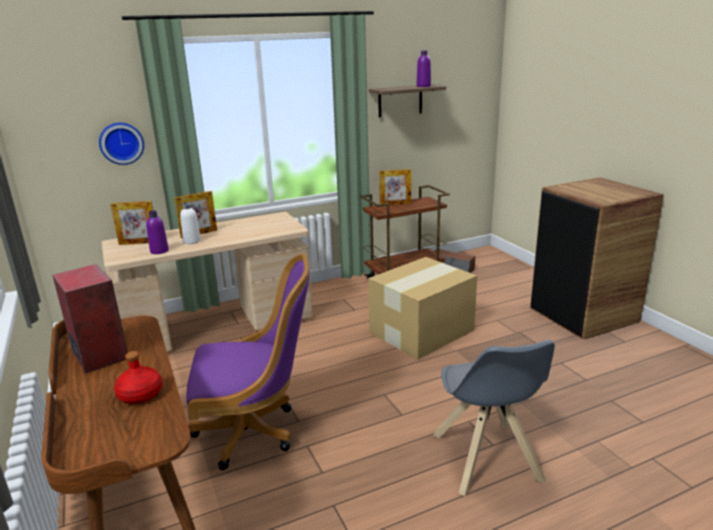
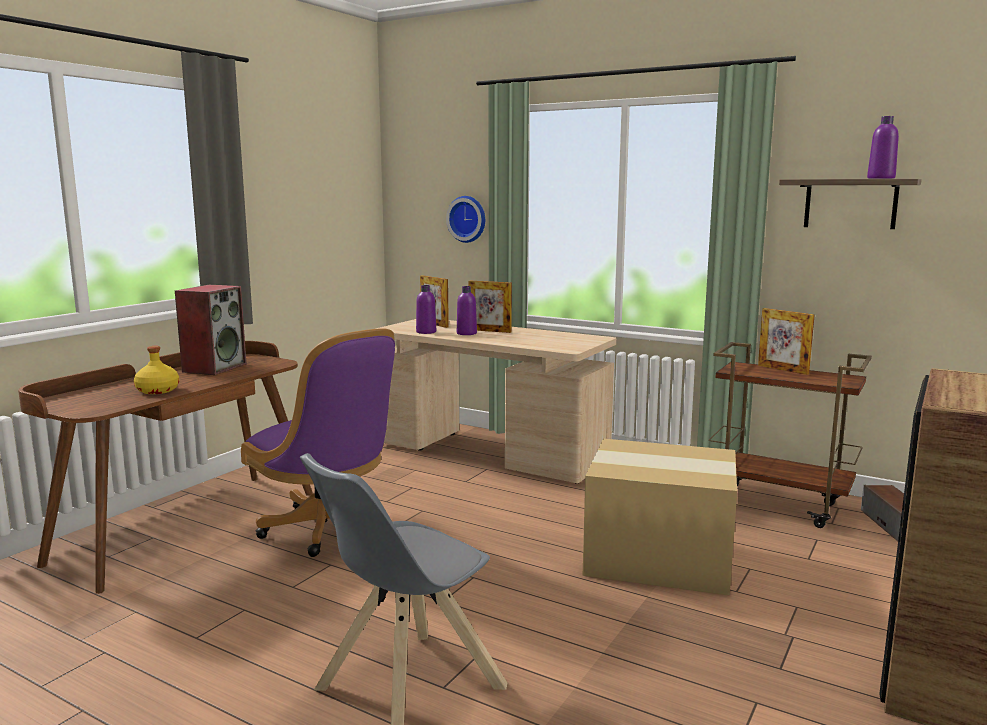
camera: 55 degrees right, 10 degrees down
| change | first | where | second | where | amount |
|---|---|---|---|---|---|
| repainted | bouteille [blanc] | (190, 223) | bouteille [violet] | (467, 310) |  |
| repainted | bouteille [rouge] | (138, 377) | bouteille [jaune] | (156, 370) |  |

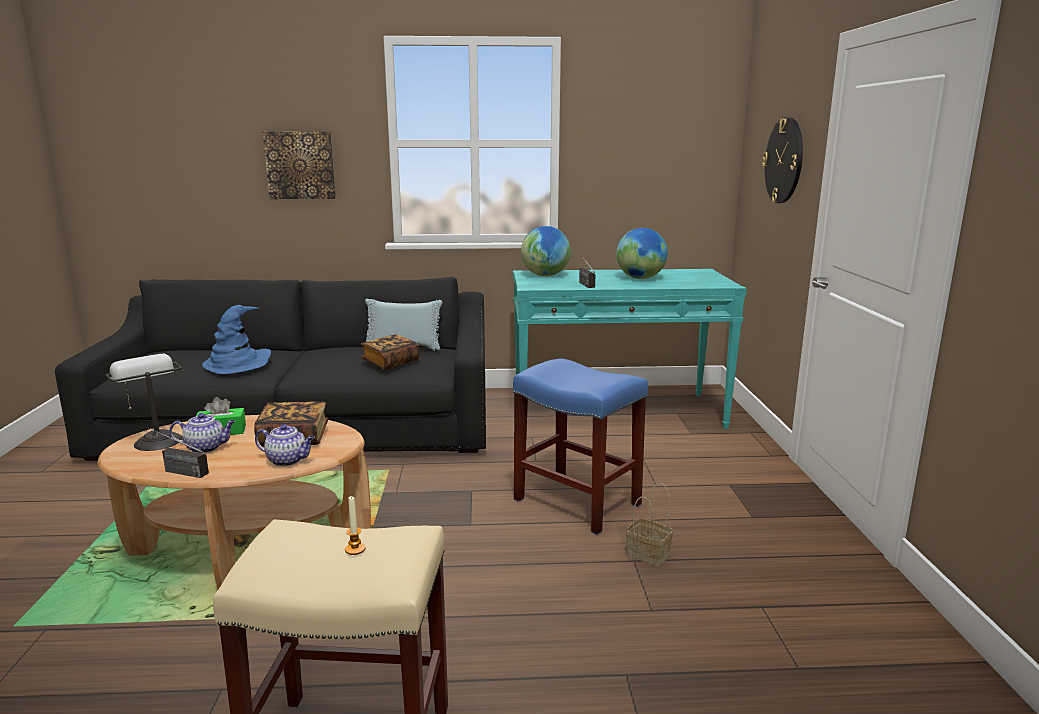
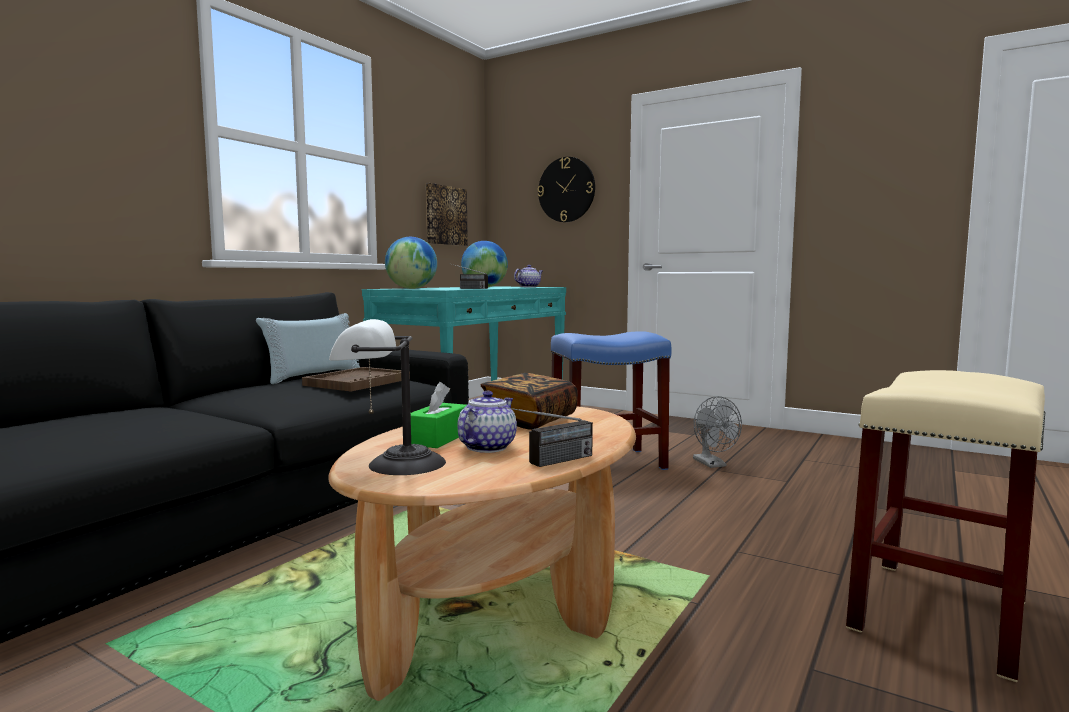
camera: 55 degrees left, 10 degrees down
| change | first | where | second | where | amount |
|---|---|---|---|---|---|
| shifted | tableau | (299, 165) |  | (447, 214) |  |
| gone | chapeau [bleu] | (236, 339) |  |  |  |
| swapped | livre | (390, 352) | plateau [marron] | (351, 379) |  |
| shifted | théière | (285, 445) |  | (528, 276) |  |
| swapped | panier | (649, 524) | ventilateur [gris] | (717, 432) |  |
| gone | bougie | (355, 525) |  |  |  |

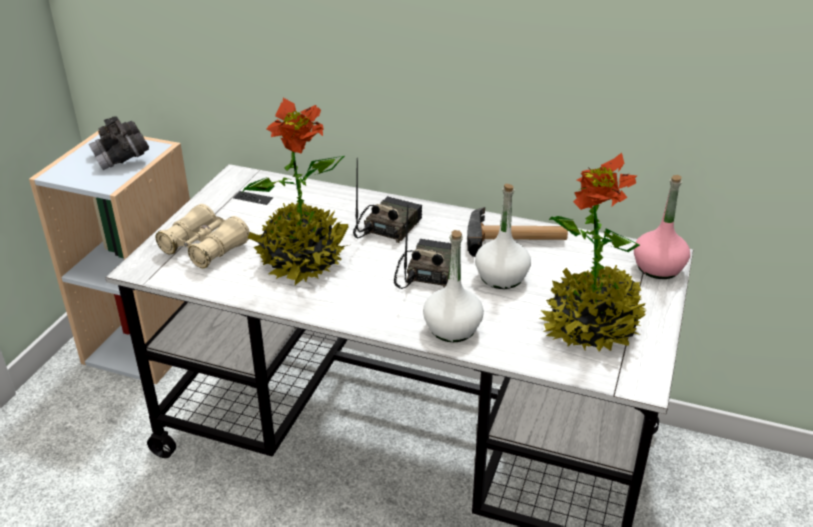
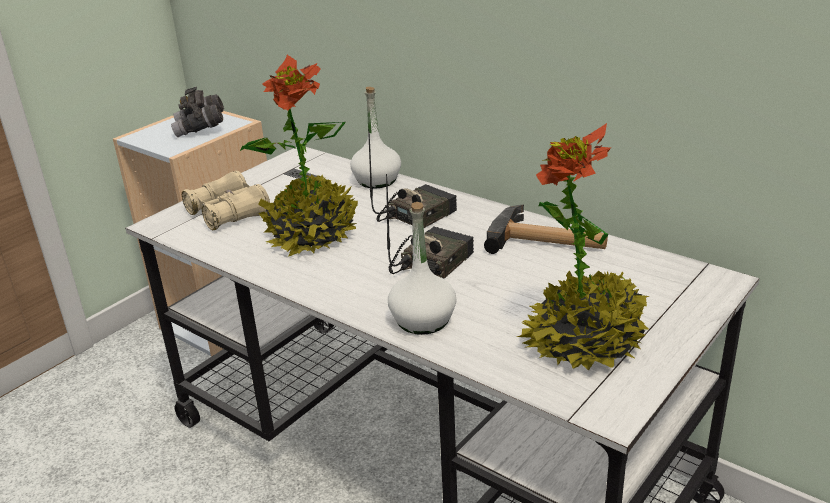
camera: 20 degrees right, 5 degrees down
| change | first | where | second | where | amount |
|---|---|---|---|---|---|
| gone | bouteille [rose] | (662, 227) |  |  |  |
| shifted | bouteille [blanc] | (503, 236) |  | (375, 137) |  |

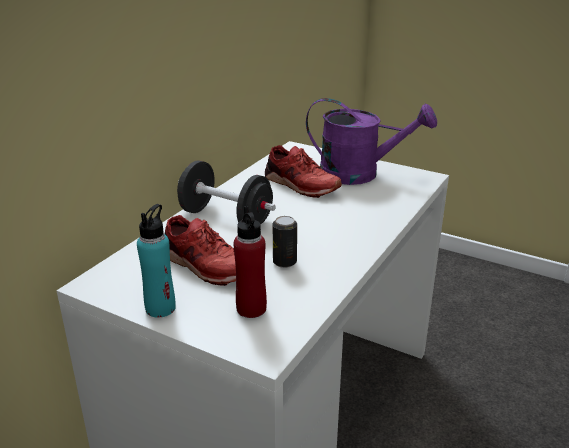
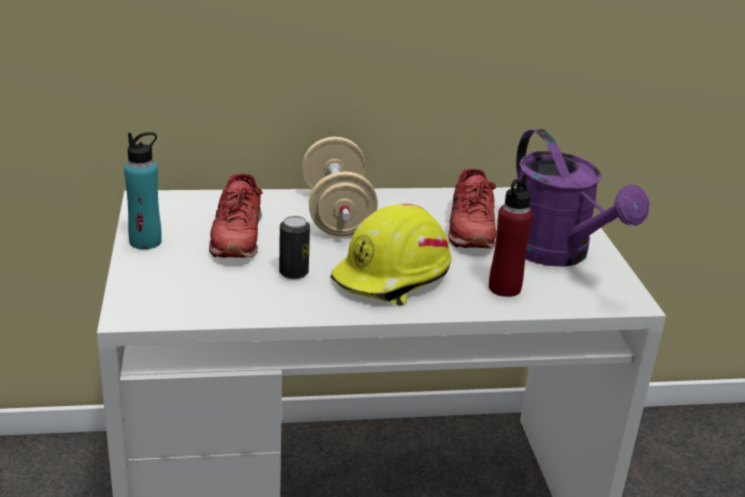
camera: 50 degrees right, 0 degrees up
| change | first | where | second | where | amount |
|---|---|---|---|---|---|
| repainted | haltère [noir] | (226, 192) | haltère [beige] | (340, 186) |  |
| shifted | bouteille [rouge] | (250, 262) |  | (511, 235) |  |
| new |  |  | casque de chantier [jaune] | (391, 254) |  |

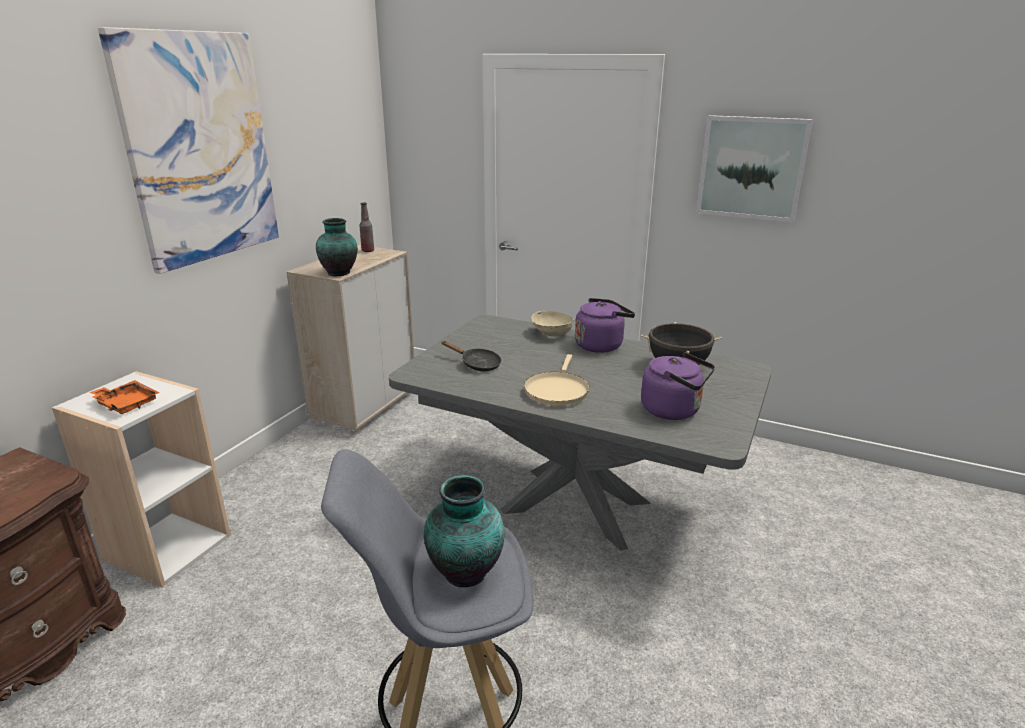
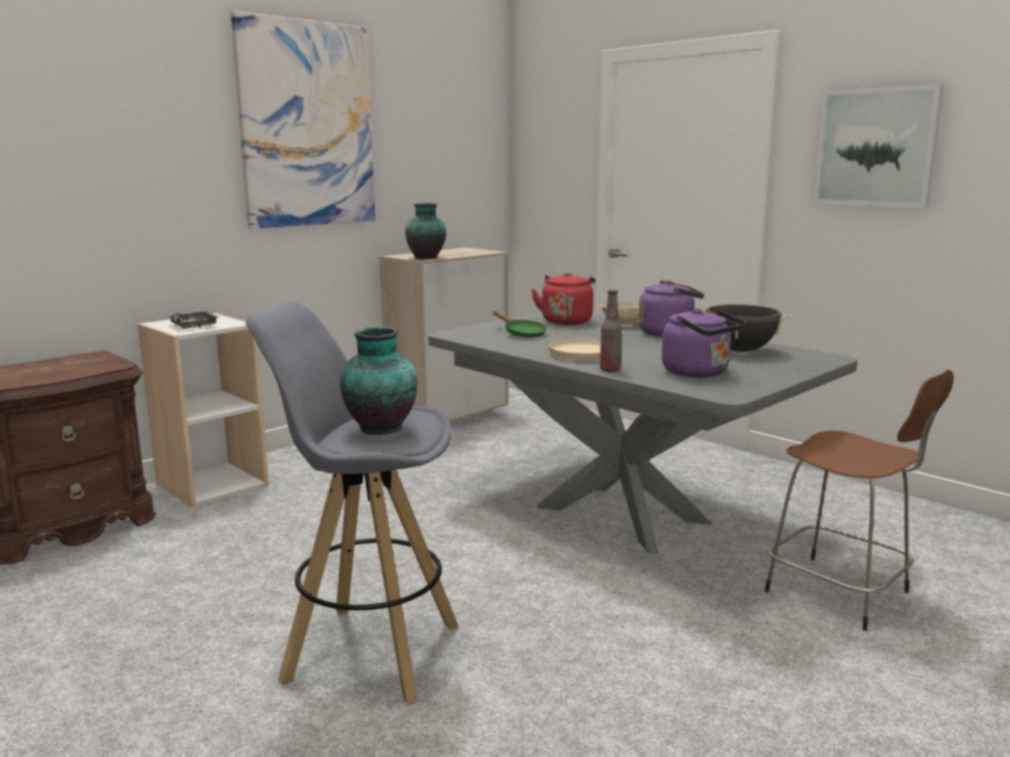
camera: 20 degrees right, 10 degrees down
| change | first | where | second | where | amount |
|---|---|---|---|---|---|
| shifted | bouteille | (366, 227) |  | (611, 331) |  |
| repainted | poêle [noir] | (471, 356) | poêle [vert] | (520, 324) |  |
| repainted | plateau [orange] | (125, 397) | plateau [gris] | (193, 320) |  |
| new |  |  | bouilloire [rouge] | (563, 298) |  |
| new |  |  | tabouret [marron] | (859, 500) |  |

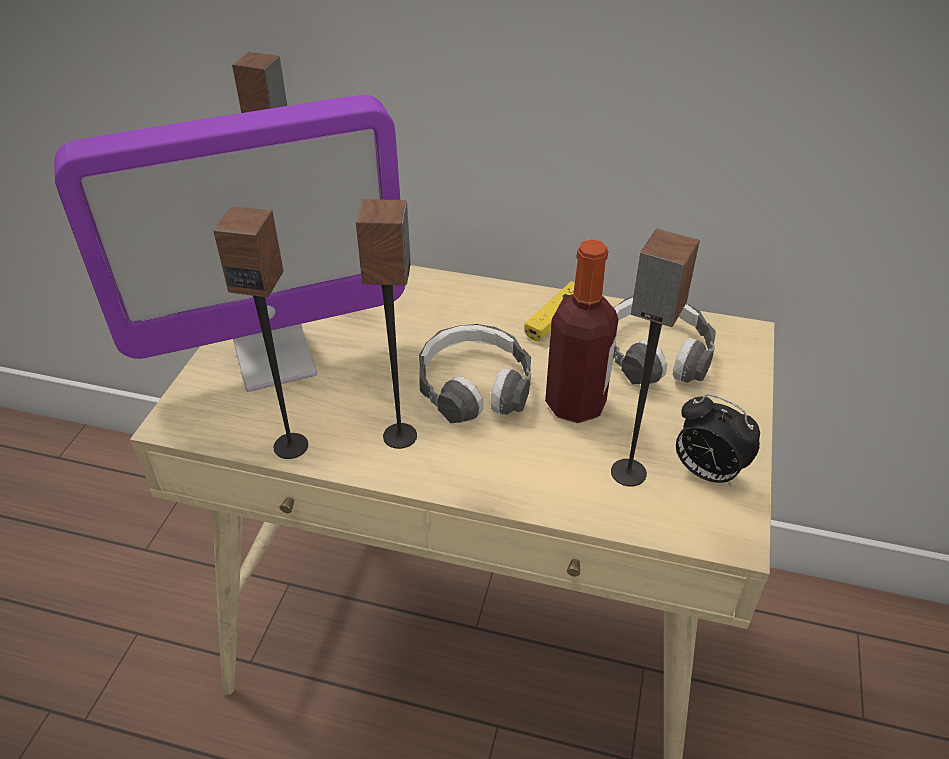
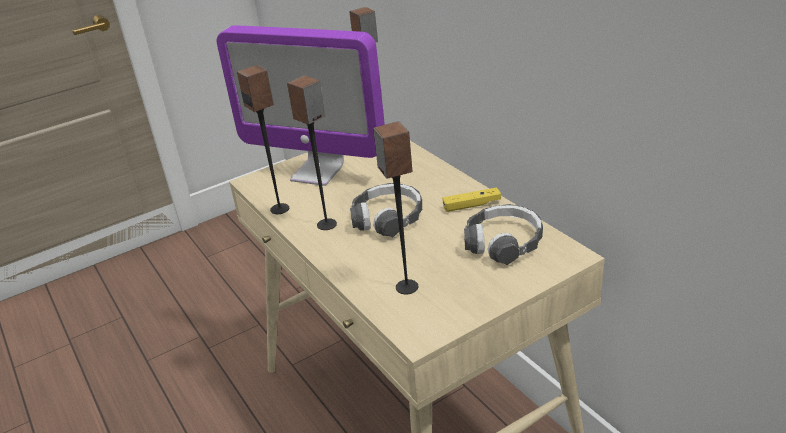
camera: 45 degrees right, 10 degrees down
| change | first | where | second | where | amount |
|---|---|---|---|---|---|
| gone | bouteille | (581, 331) |  |  |  |
| gone | réveil | (718, 440) |  |  |  |

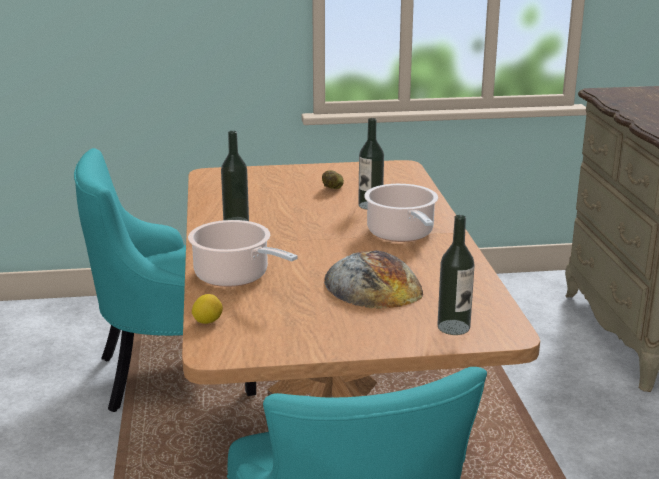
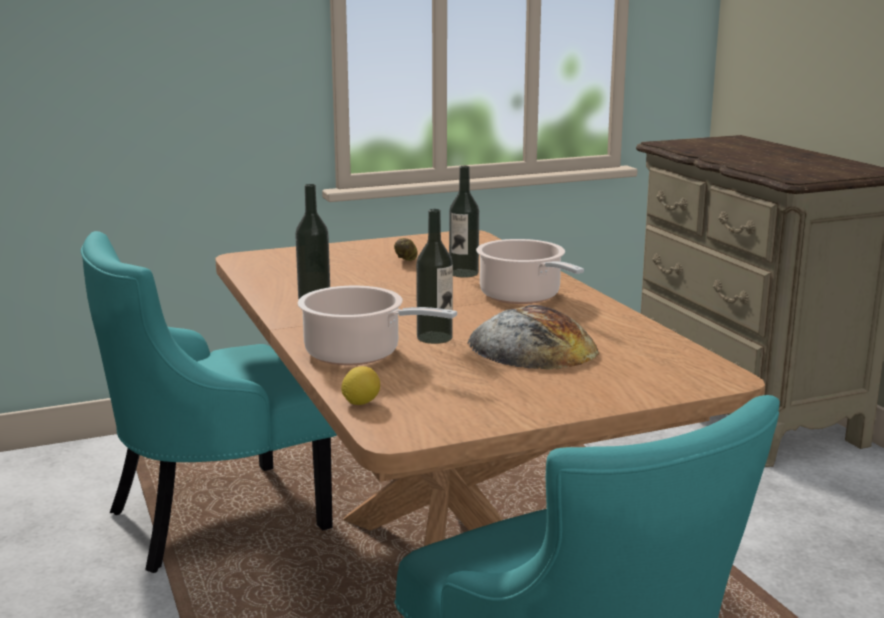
camera: 15 degrees left, 5 degrees down
| change | first | where | second | where | amount |
|---|---|---|---|---|---|
| shifted | bouteille | (456, 275) |  | (434, 276) |  |

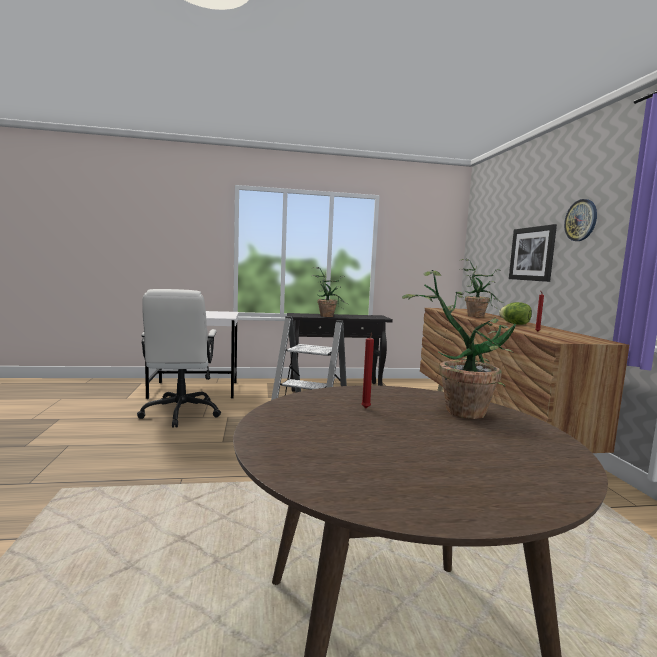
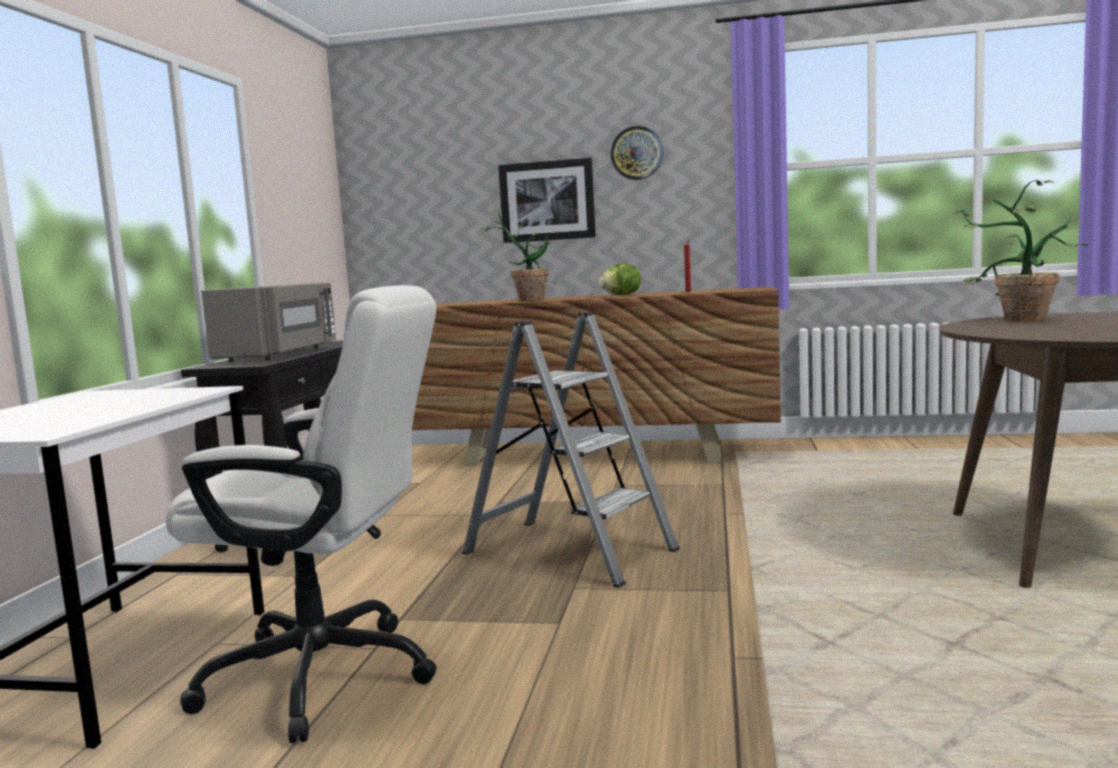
camera: 70 degrees left, 0 degrees up
| change | first | where | second | where | amount |
|---|---|---|---|---|---|
| swapped | plante en pot | (329, 292) | micro-ondes [gris] | (269, 322) |  |
| gone | bougie [rouge] | (367, 370) |  |  |  |

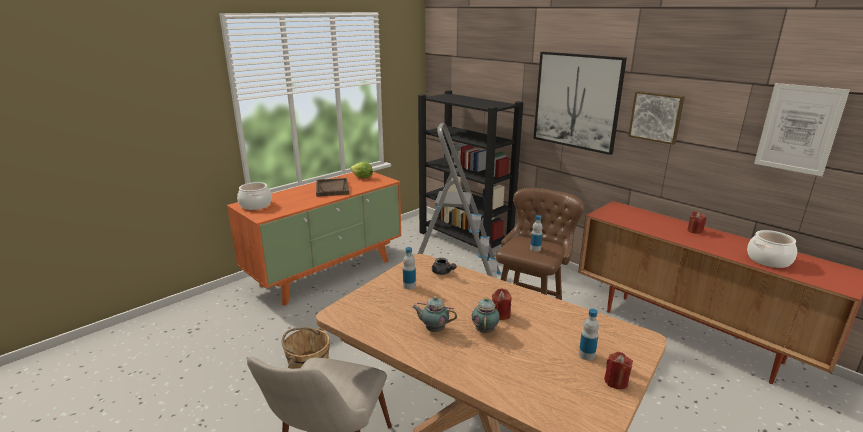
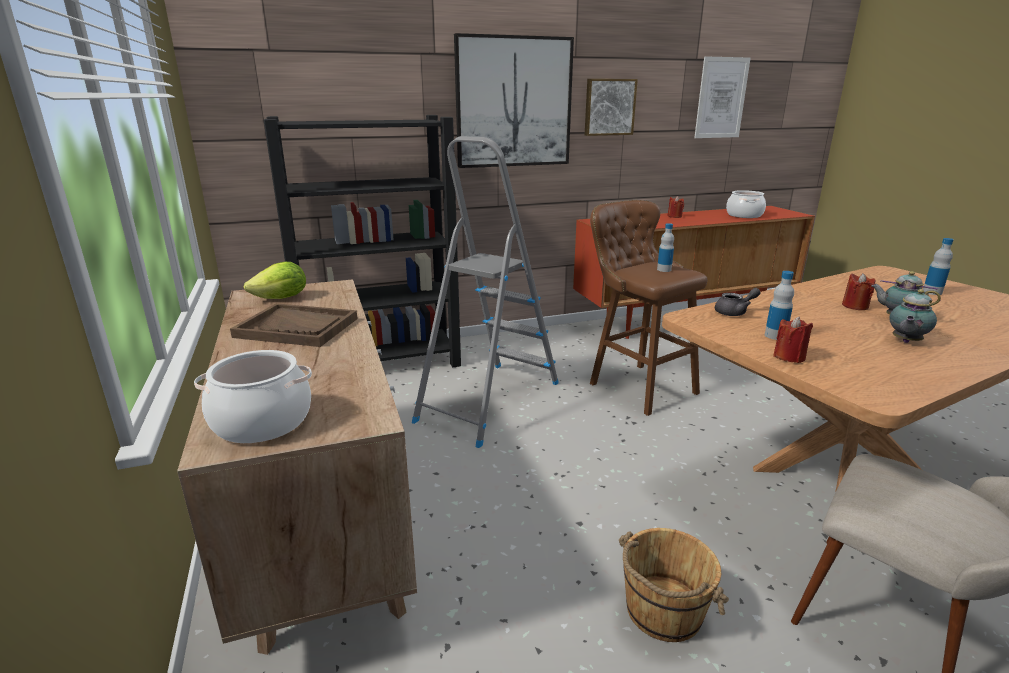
camera: 65 degrees left, 0 degrees up
| change | first | where | second | where | amount |
|---|---|---|---|---|---|
| repainted | commode [orange] | (314, 238) | commode [vert] | (297, 467) |  |
| shifted | bougie [rouge] | (618, 370) |  | (793, 339) |  |

